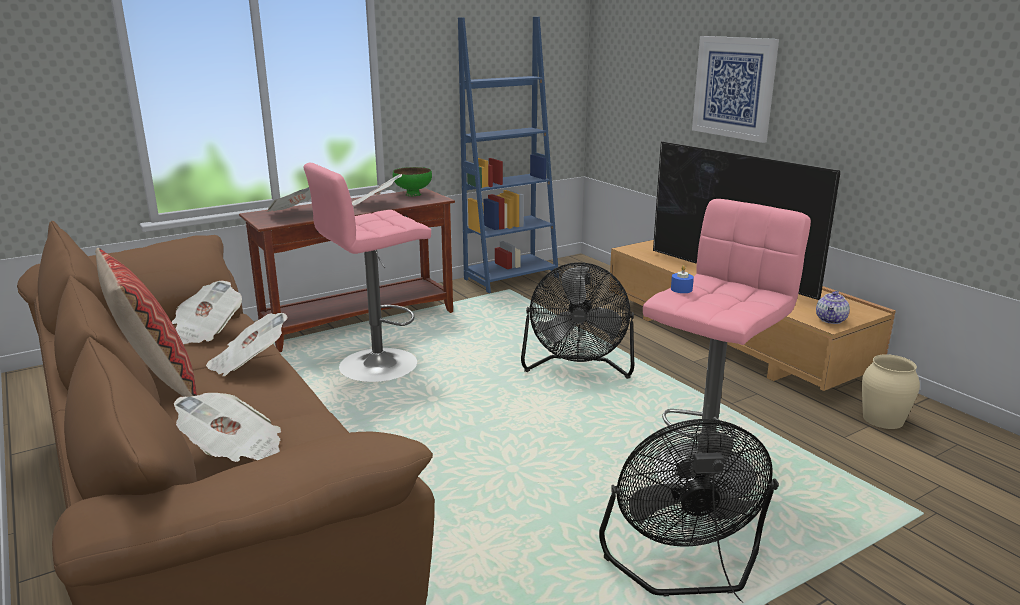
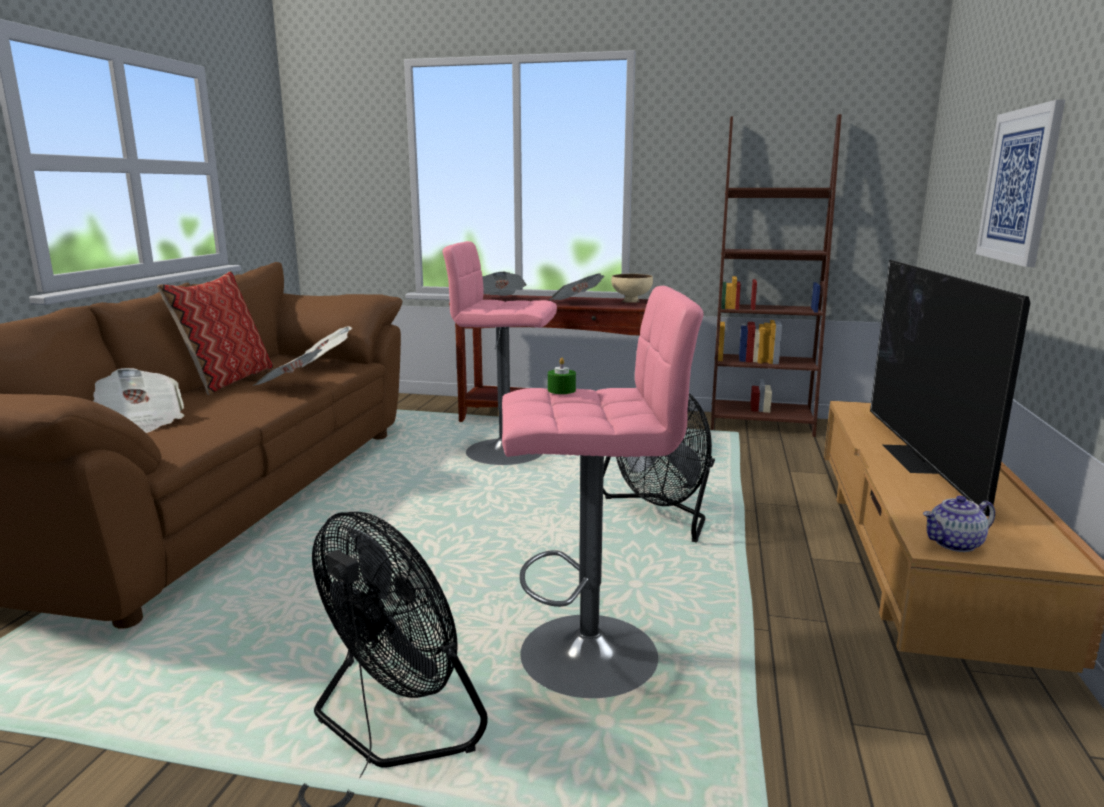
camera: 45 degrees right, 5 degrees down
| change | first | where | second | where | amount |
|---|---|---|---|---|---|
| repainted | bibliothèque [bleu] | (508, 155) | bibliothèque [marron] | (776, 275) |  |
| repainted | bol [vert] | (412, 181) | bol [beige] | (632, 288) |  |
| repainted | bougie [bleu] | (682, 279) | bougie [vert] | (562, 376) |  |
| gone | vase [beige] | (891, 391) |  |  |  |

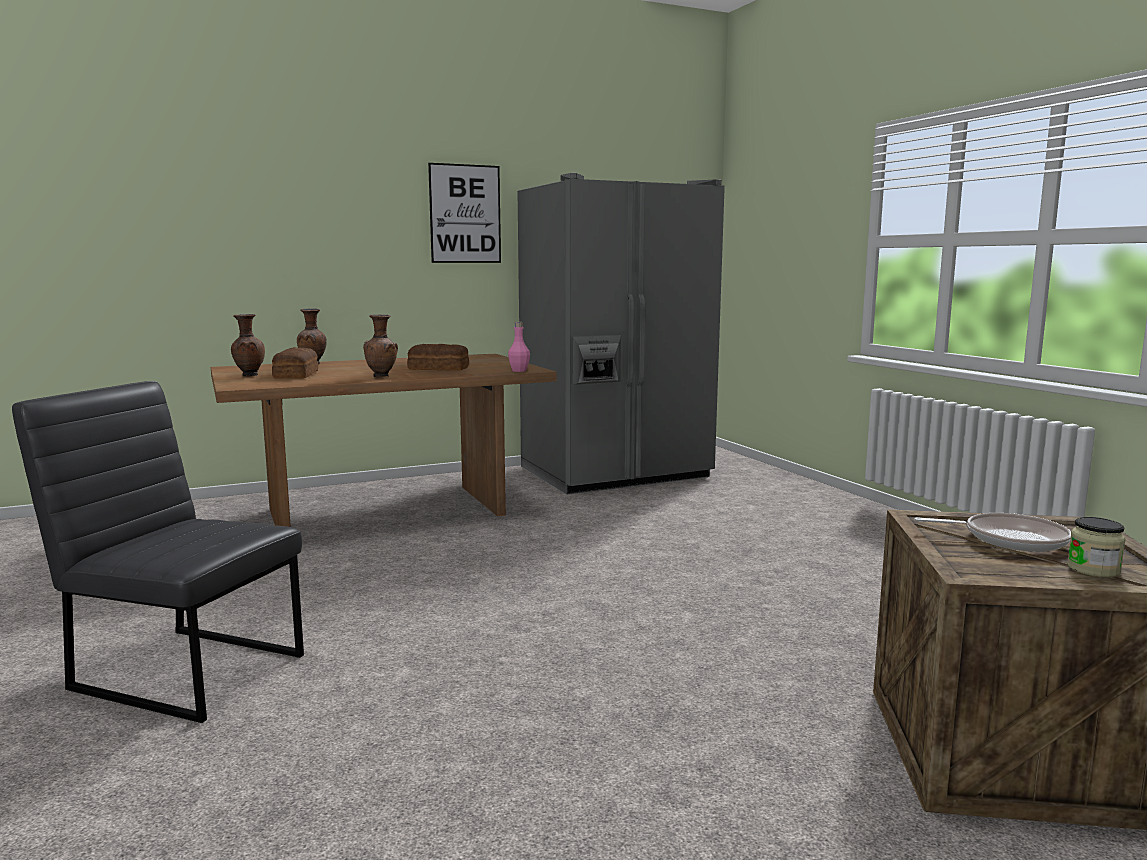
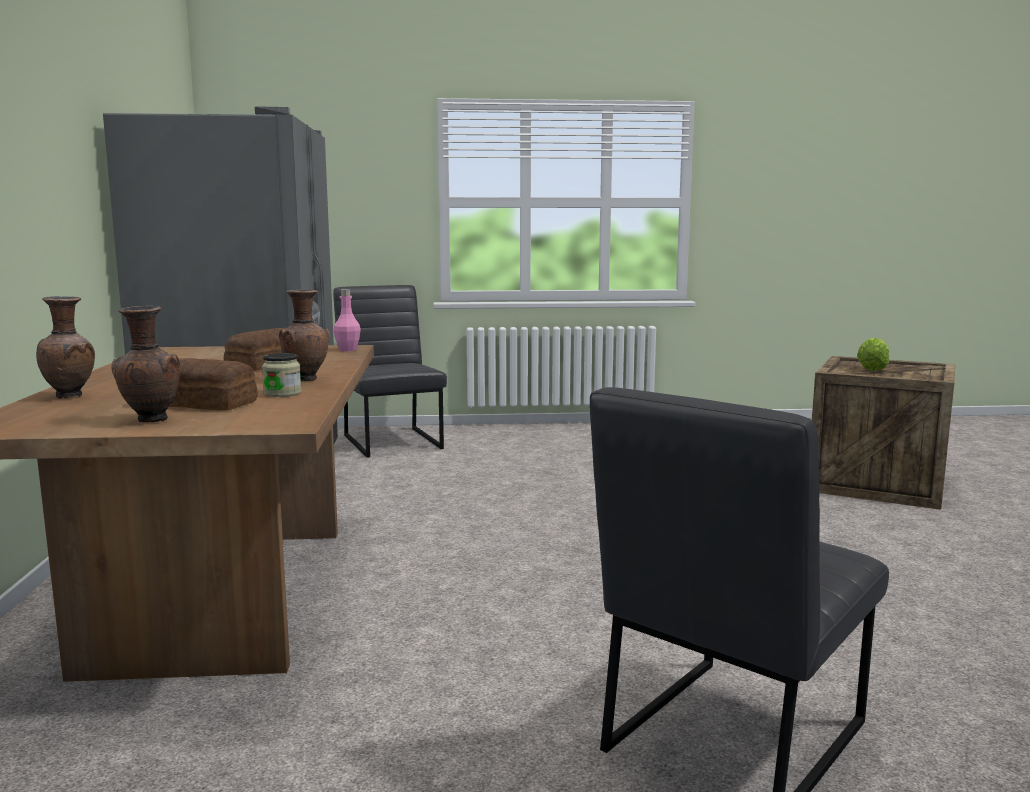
camera: 70 degrees left, 0 degrees up
| change | first | where | second | where | amount |
|---|---|---|---|---|---|
| gone | tableau | (464, 213) |  |  |  |
| swapped | poêle | (992, 532) | laitue | (873, 354) |  |
| shifted | bocal | (1096, 547) |  | (281, 375) |  |
| new |  |  | chaise [gris] | (390, 371) |  |

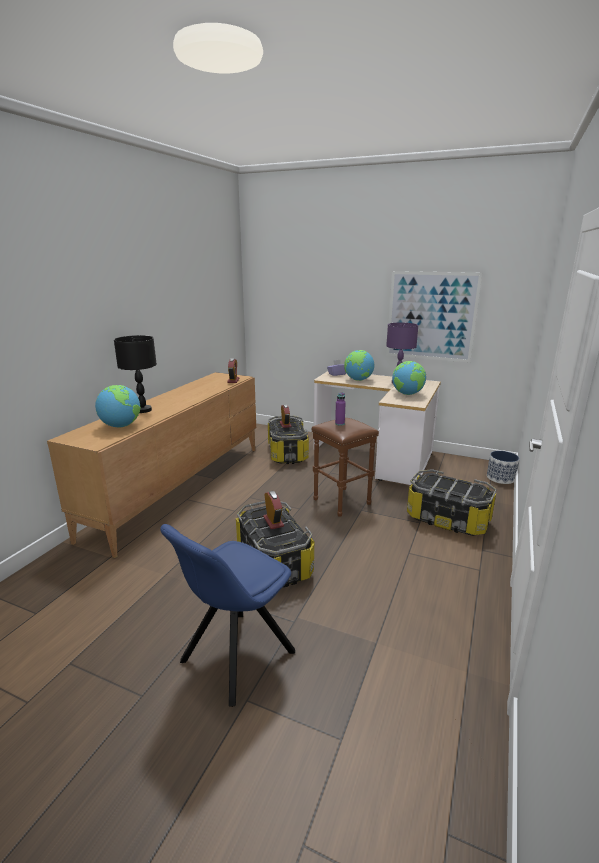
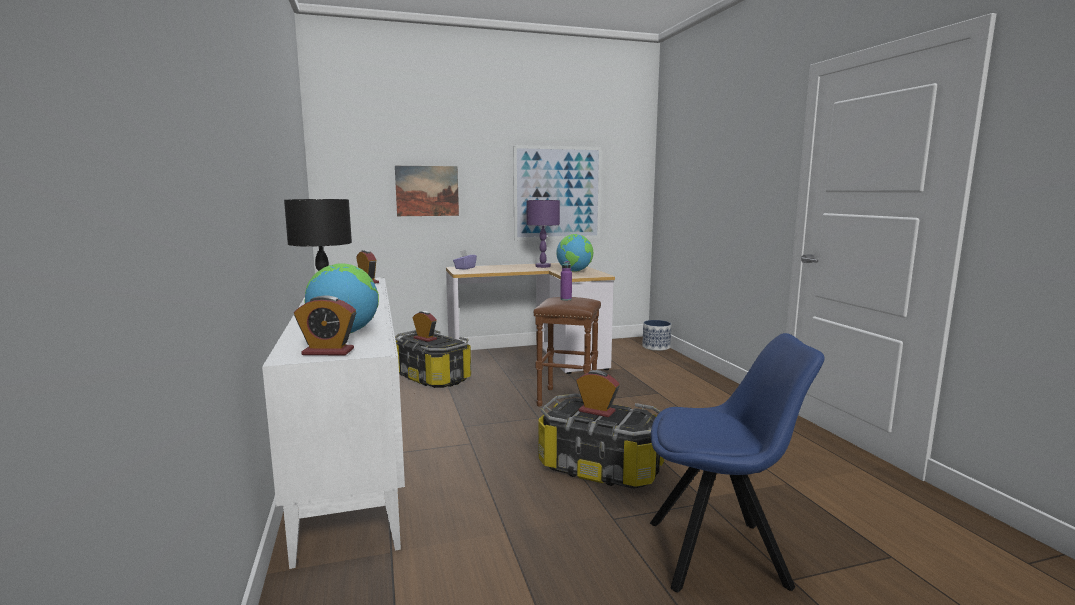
camera: 40 degrees left, 10 degrees down
| change | first | where | second | where | amount |
|---|---|---|---|---|---|
| gone | globe | (359, 365) |  |  |  |
| repainted | meuble de rangement [marron] | (151, 465) | meuble de rangement [blanc] | (333, 423) |  |
| gone | boîte de rangement | (452, 502) |  |  |  |
| rotated | chaise [bleu] | (227, 615) |  | (737, 463) | 90 degrees counterclockwise |
| new |  |  | tableau | (427, 191) |  |
| new |  |  | réveil | (325, 325) |  |

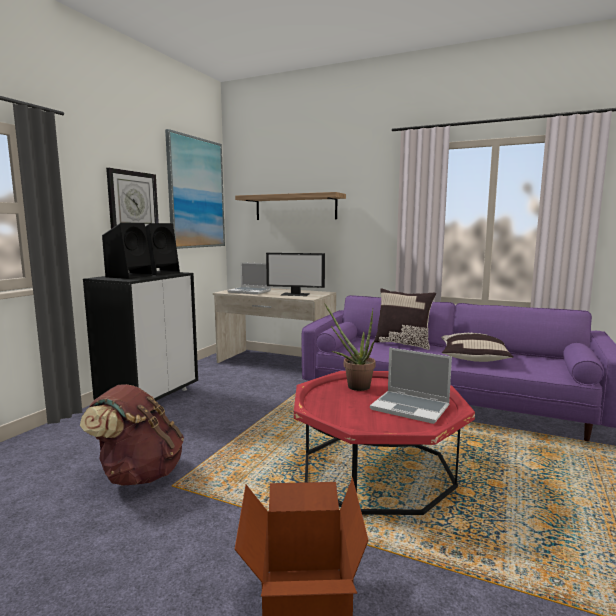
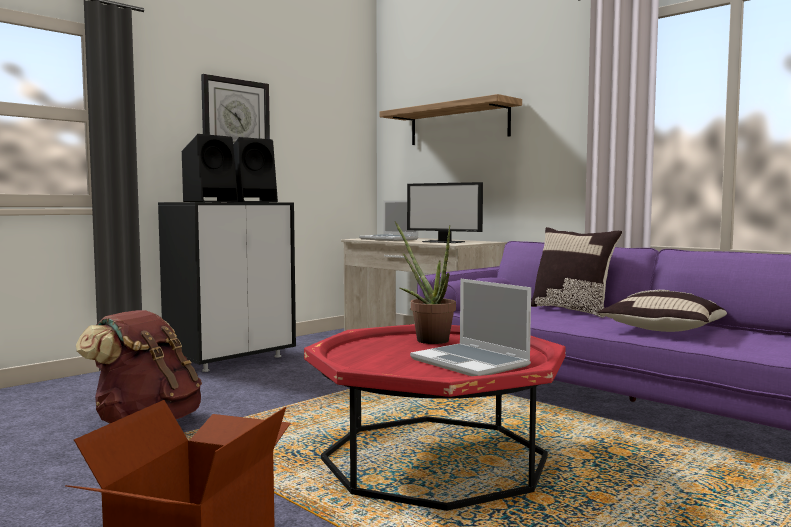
camera: 20 degrees right, 5 degrees down
| change | first | where | second | where | amount |
|---|---|---|---|---|---|
| gone | tableau | (195, 189) |  |  |  |

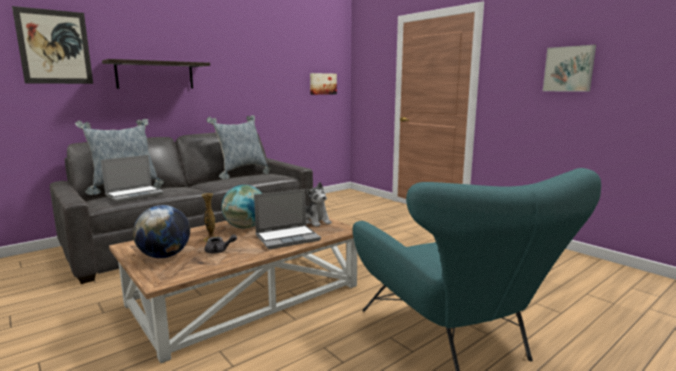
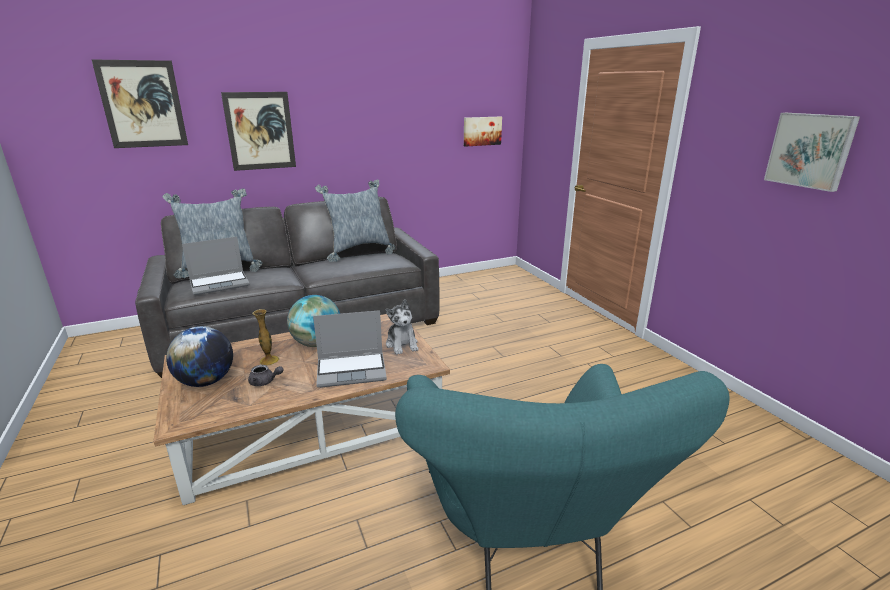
camera: 15 degrees right, 10 degrees up
| change | first | where | second | where | amount |
|---|---|---|---|---|---|
| swapped | étagère | (156, 74) | tableau | (258, 131) |  |

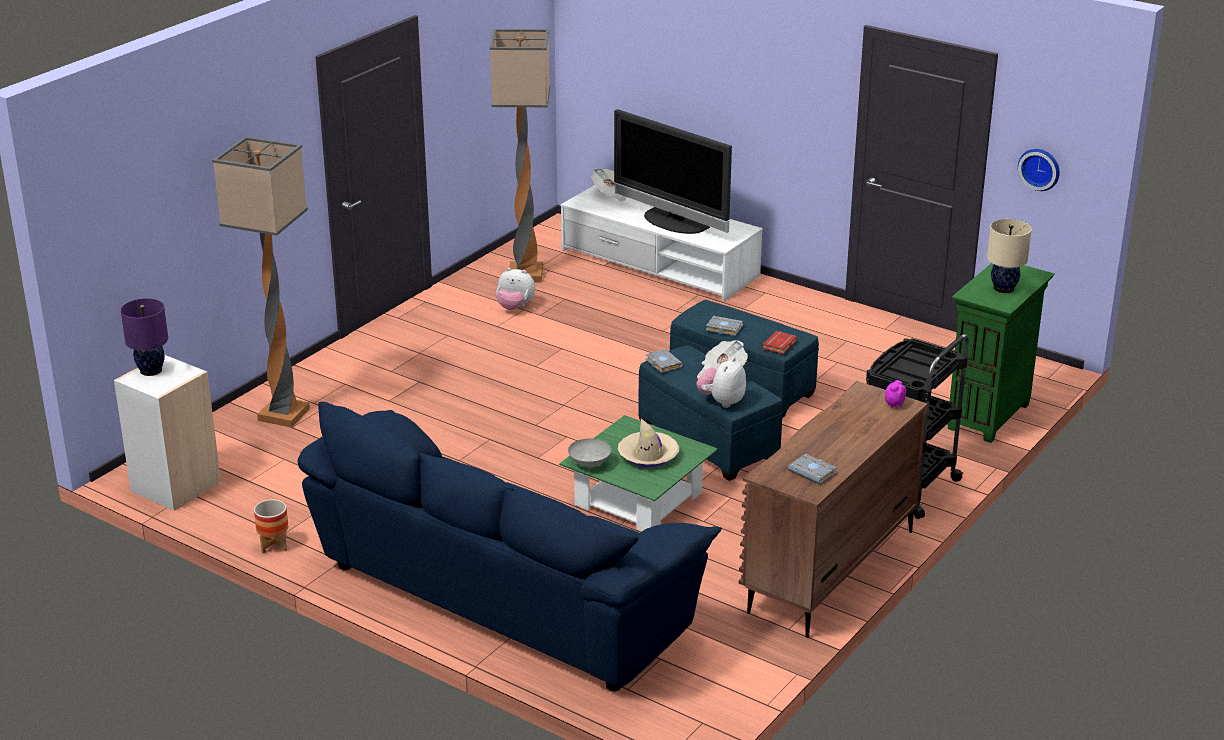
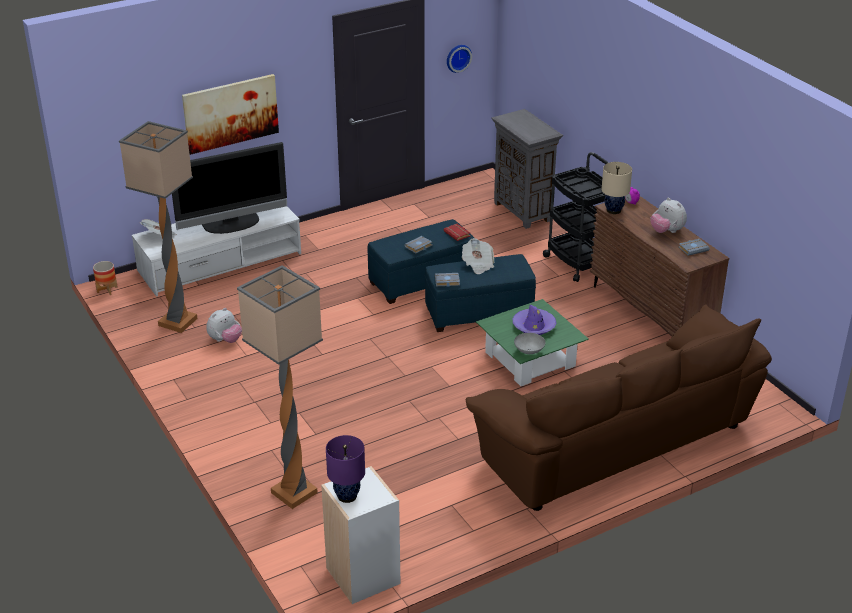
camera: 65 degrees left, 5 degrees up
| change | first | where | second | where | amount |
|---|---|---|---|---|---|
| shifted | lampe de table [beige] | (1009, 256) |  | (616, 188) |  |
| repainted | meuble de rangement [vert] | (1001, 353) | meuble de rangement [gris] | (527, 169) |  |
| shifted | peluche | (721, 382) |  | (668, 215) |  |
| repainted | canapé [bleu] | (510, 546) | canapé [marron] | (618, 407) |  |
| repainted | chapeau [beige] | (648, 443) | chapeau [violet] | (534, 320) |  |
| shifted | cache-pot | (271, 526) |  | (105, 278) |  |
| new |  |  | tableau | (230, 114) |  |

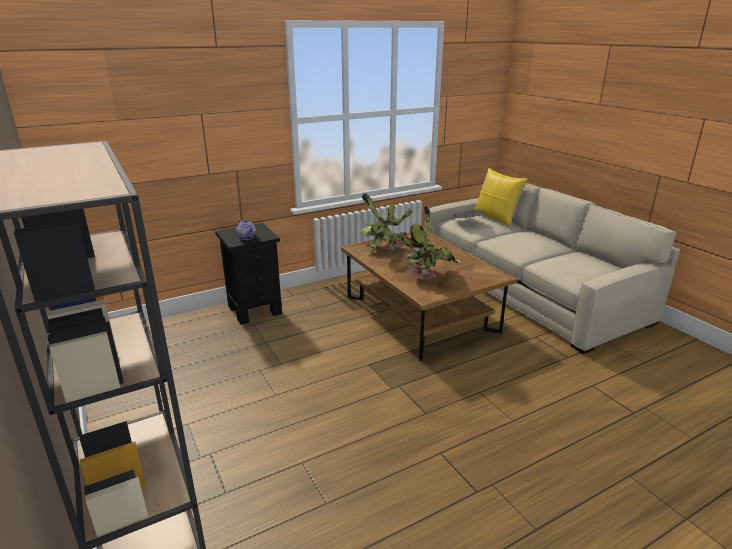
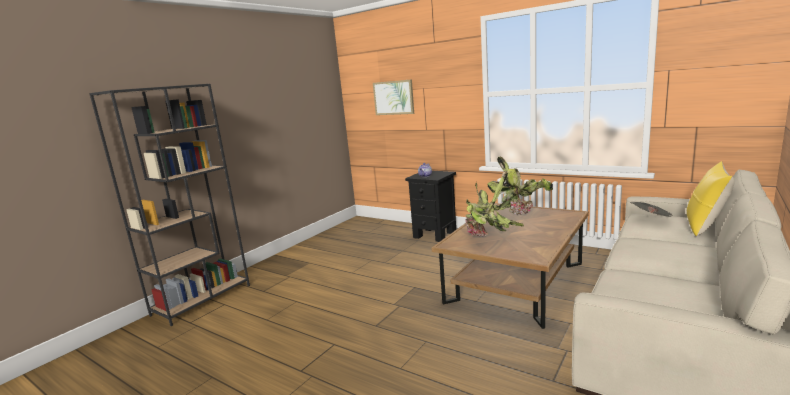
camera: 65 degrees right, 10 degrees down
| change | first | where | second | where | amount |
|---|---|---|---|---|---|
| new |  |  | tableau | (393, 97) |  |

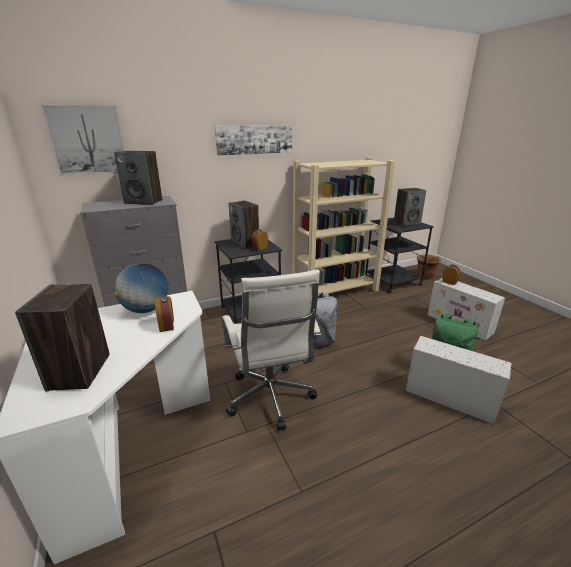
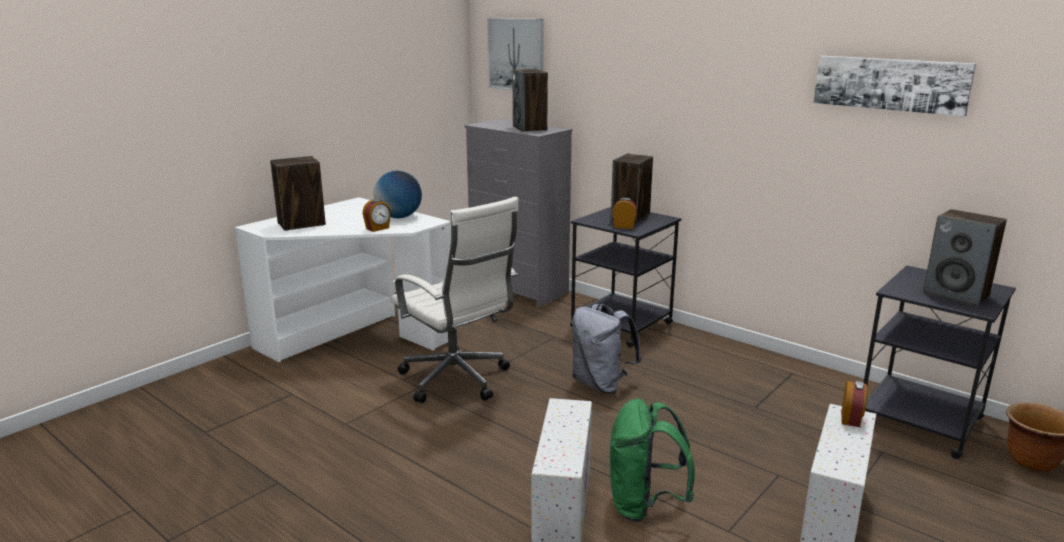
camera: 65 degrees right, 5 degrees down
| change | first | where | second | where | amount |
|---|---|---|---|---|---|
| shifted | tableau | (253, 140) |  | (895, 86) |  |
| gone | bibliothèque [beige] | (343, 226) |  |  |  |
| rotated | chaise de bureau [blanc] | (271, 350) |  | (454, 300) | 90 degrees counterclockwise |

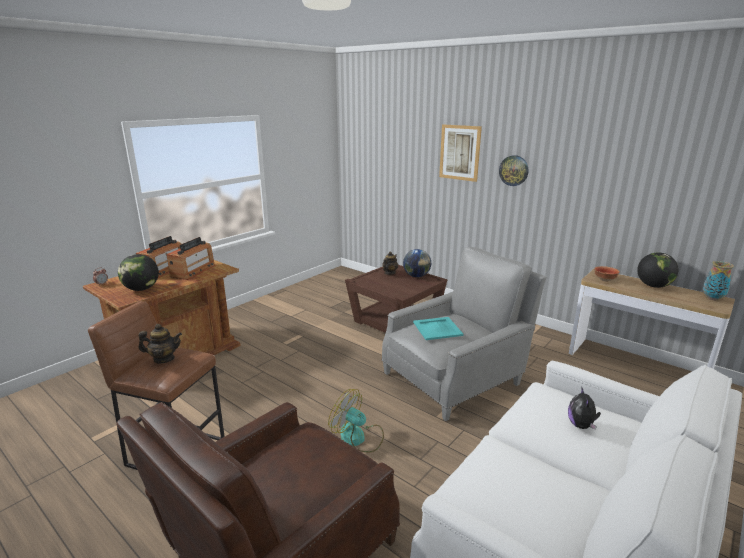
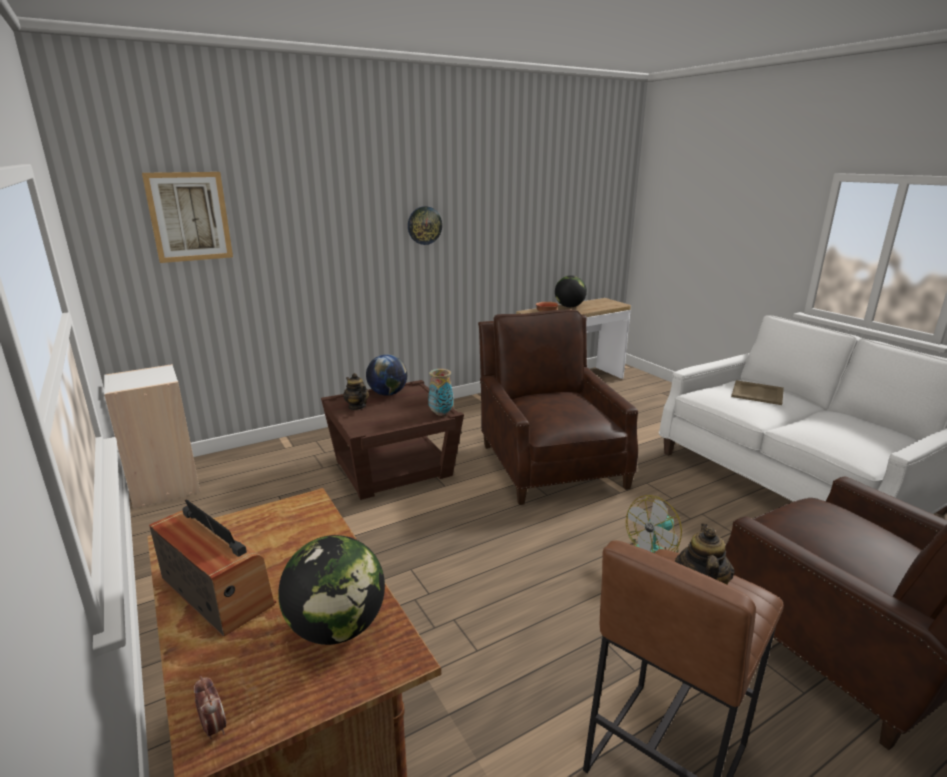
camera: 70 degrees left, 0 degrees up
| change | first | where | second | where | amount |
|---|---|---|---|---|---|
| shifted | tableau | (460, 153) |  | (187, 217) |  |
| gone | radio | (190, 258) |  |  |  |
| repainted | fauteuil [gris] | (464, 334) | fauteuil [marron] | (558, 407) |  |
| shifted | vase | (718, 280) |  | (440, 392) |  |
| gone | plateau [turquoise] | (438, 328) |  |  |  |
| swapped | peluche | (584, 408) | plateau [beige] | (757, 392) |  |
| new |  |  | bibliothèque | (152, 436) |  |

